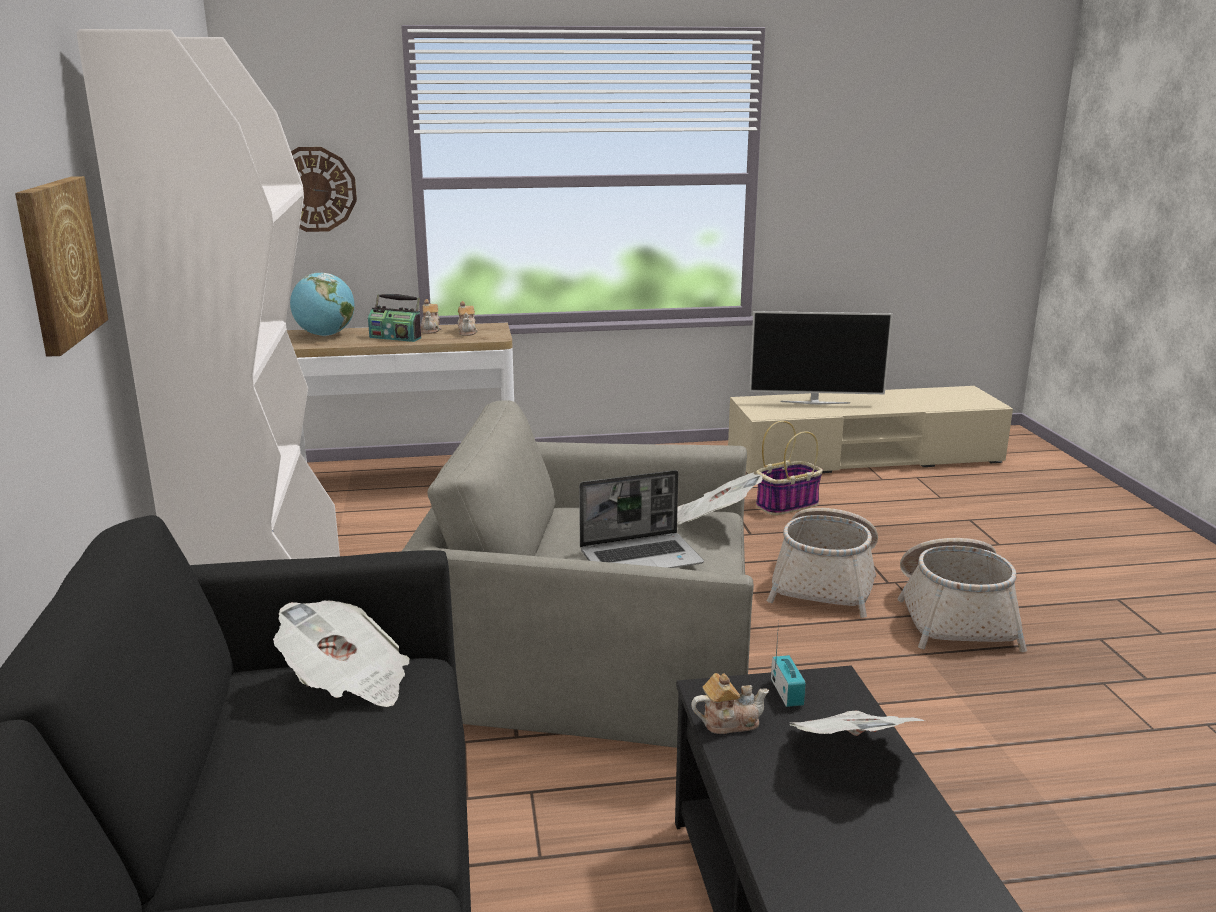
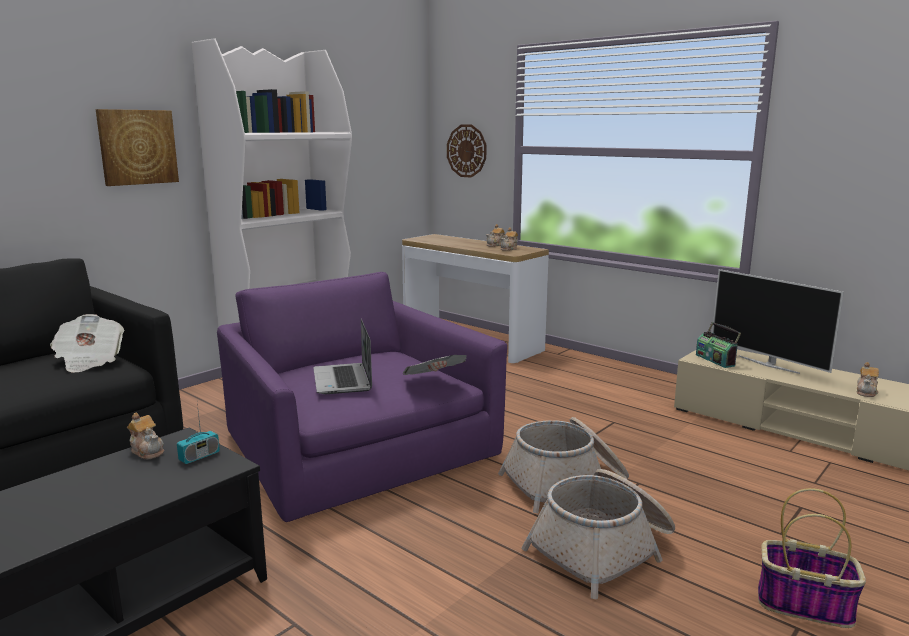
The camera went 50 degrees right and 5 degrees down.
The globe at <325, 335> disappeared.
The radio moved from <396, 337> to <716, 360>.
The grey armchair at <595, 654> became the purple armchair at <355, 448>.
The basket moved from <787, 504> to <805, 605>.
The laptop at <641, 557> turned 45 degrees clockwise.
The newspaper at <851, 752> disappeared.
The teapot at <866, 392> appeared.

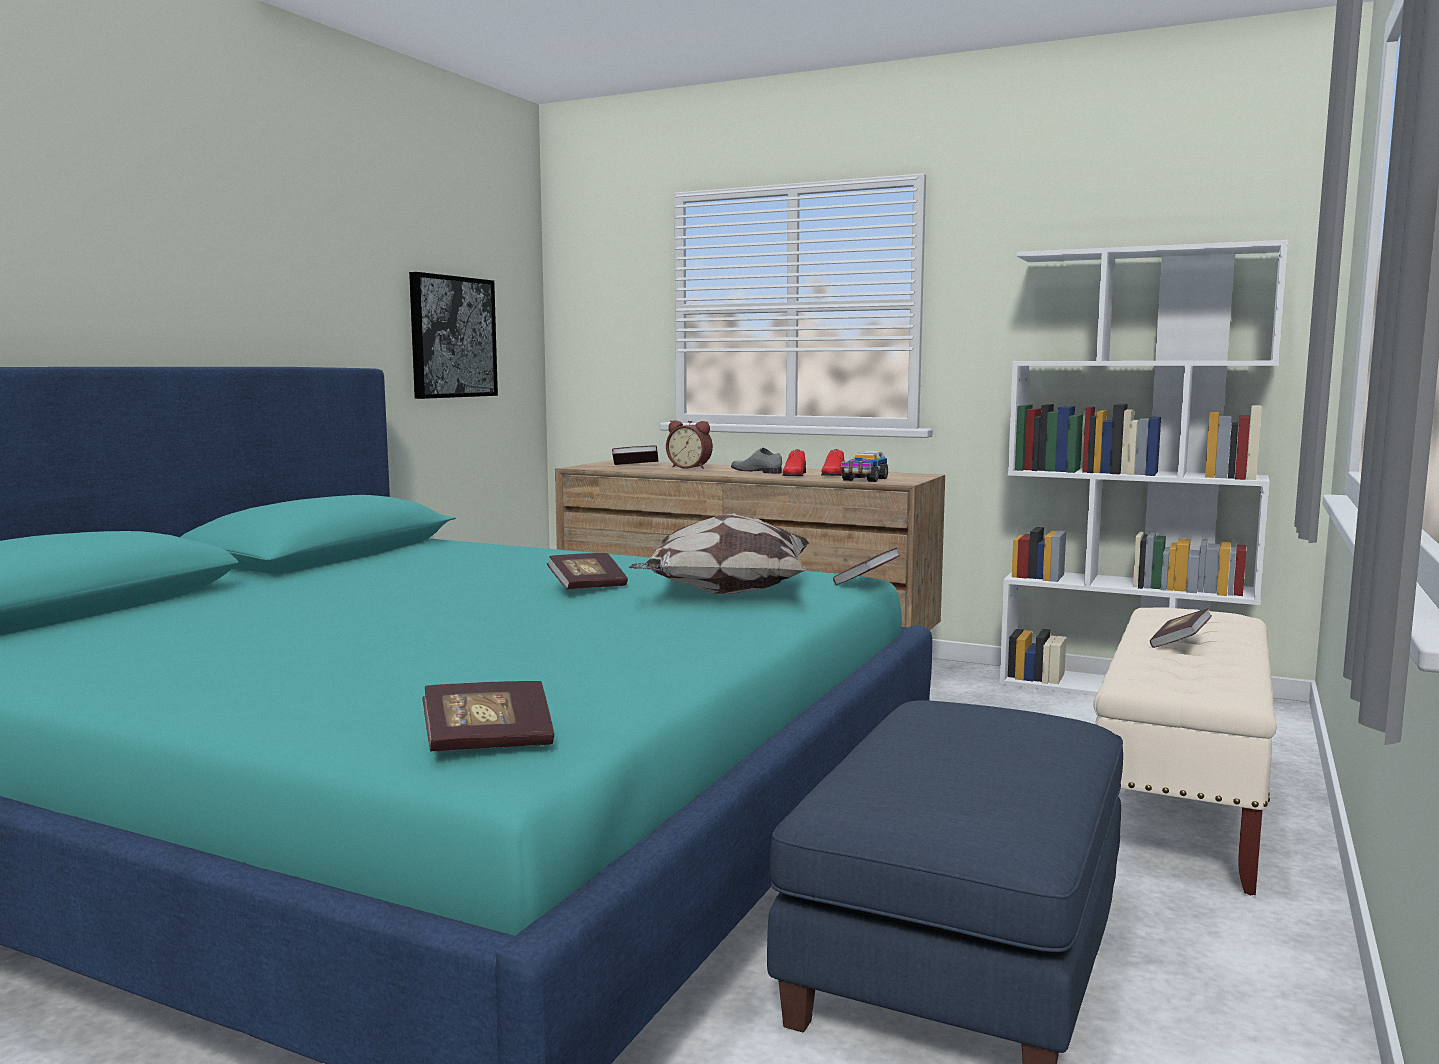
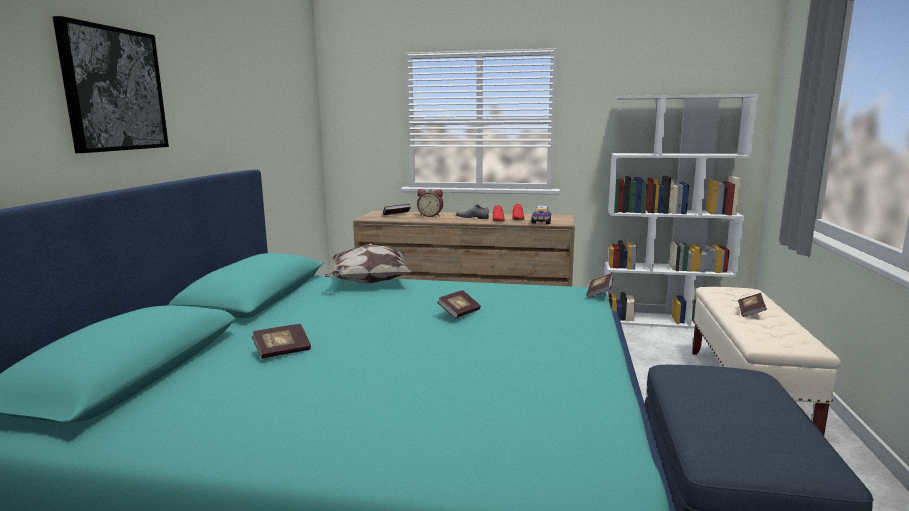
The camera went 15 degrees left and 5 degrees up.
The picture moved from <452, 337> to <114, 89>.
The pillow moved from <724, 593> to <368, 282>.
The book moved from <488, 742> to <282, 351>.

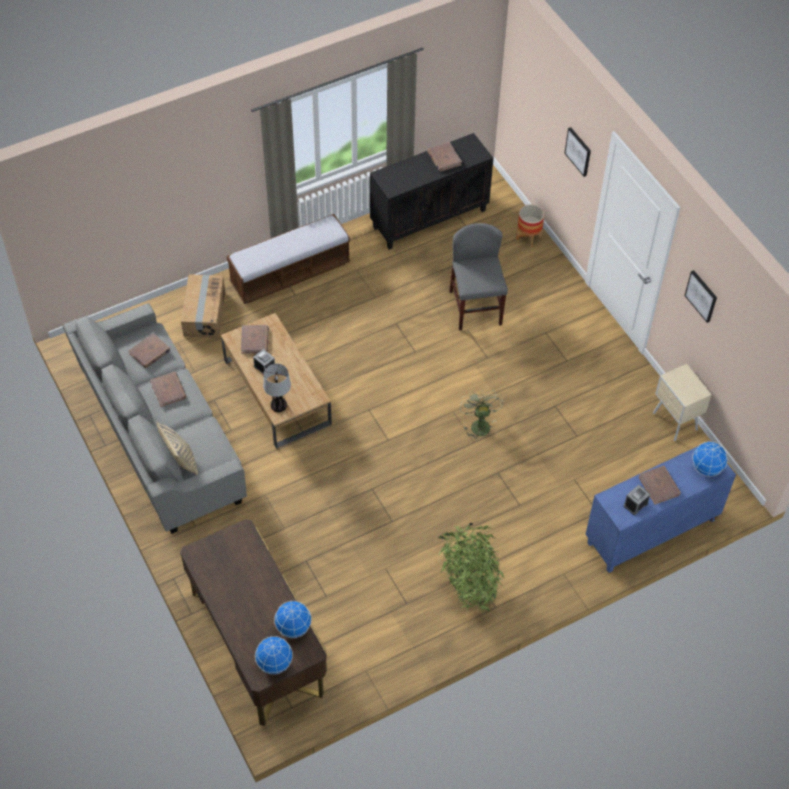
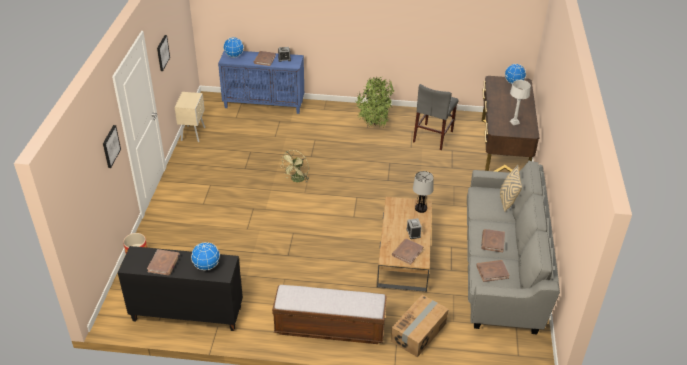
The camera went 145 degrees left and 15 degrees down.
The grey chair moved from <475, 308> to <433, 136>.
The globe moved from <293, 628> to <207, 266>.
The grey table lamp at <514, 122> appeared.

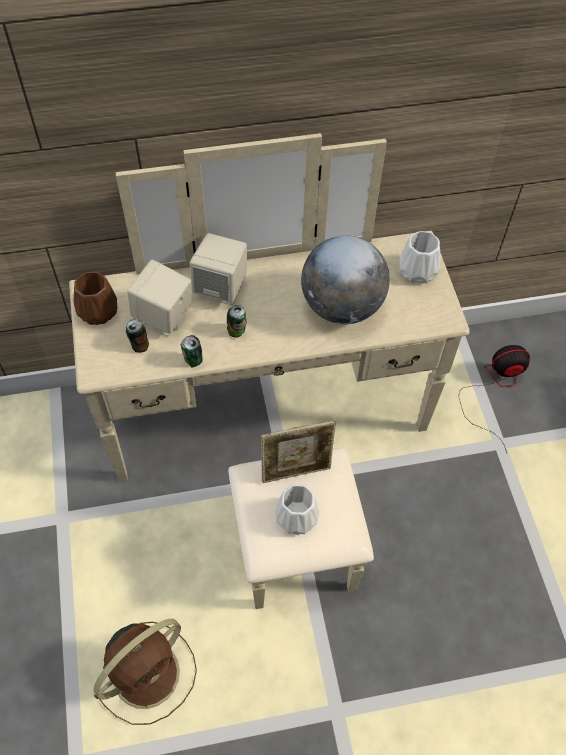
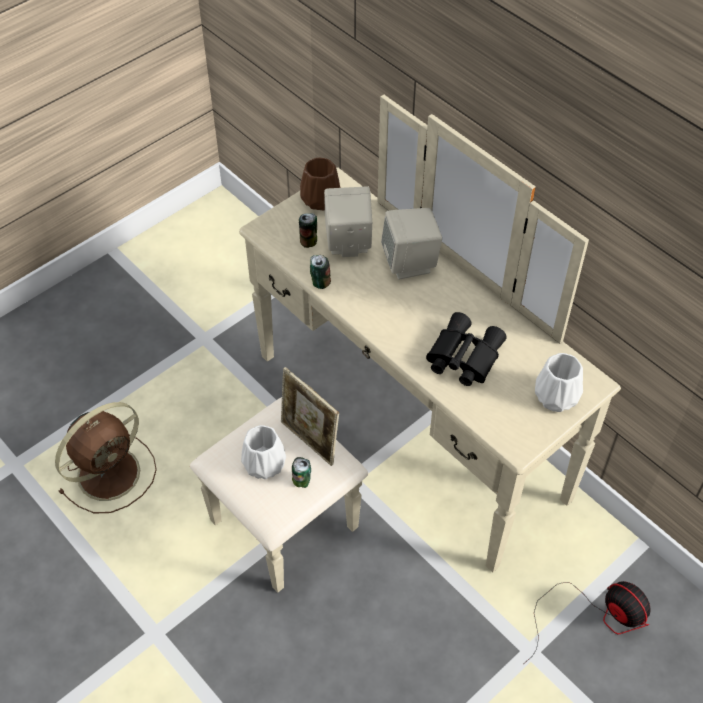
The camera went 60 degrees right and 5 degrees down.
The globe at <341, 306> was replaced by the black binoculars at <462, 356>.
The can moved from <237, 331> to <301, 482>.
The brown fan at <149, 671> turned 60 degrees counterclockwise.

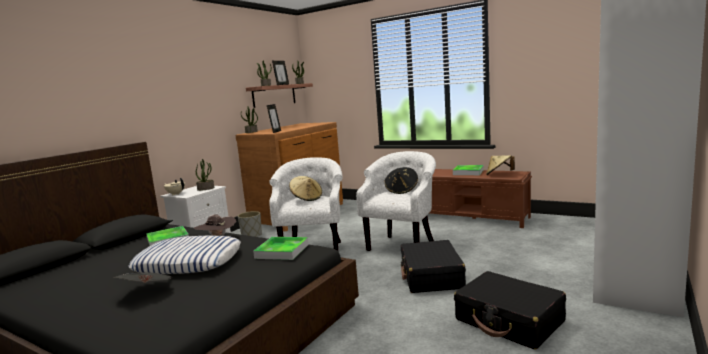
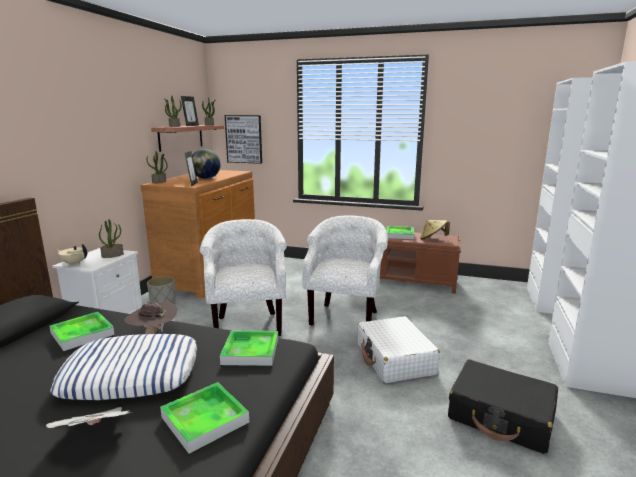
The camera went 15 degrees left and 5 degrees up.
The black hat at <402, 190> disappeared.
The beige hat at <306, 198> disappeared.
The black suitcase at <431, 276> became the white suitcase at <395, 359>.
The picture at <244, 139> appeared.
The globe at <206, 178> appeared.
The tray at <205, 419> appeared.

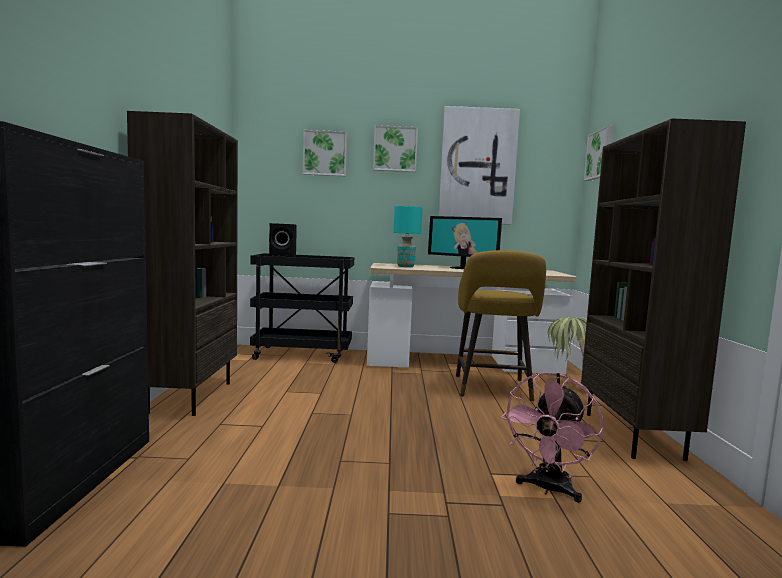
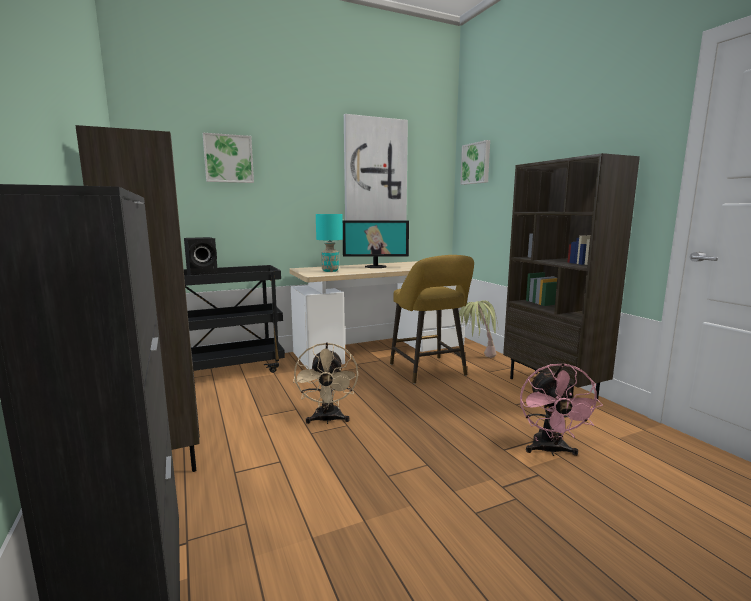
The camera went 25 degrees left and 5 degrees up.
The picture at <395, 149> disappeared.
The beige fan at <327, 420> appeared.

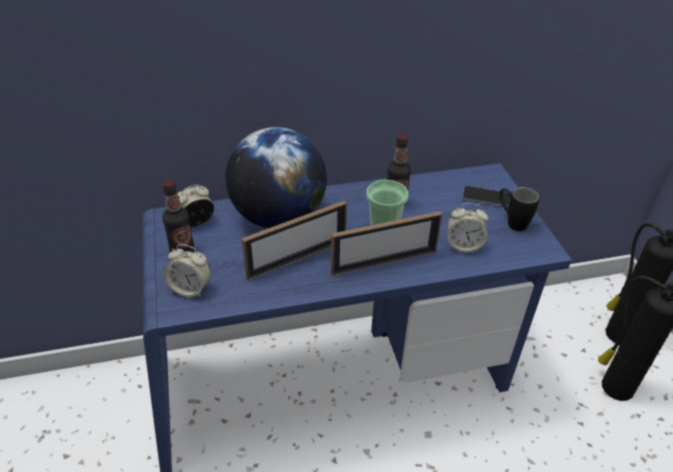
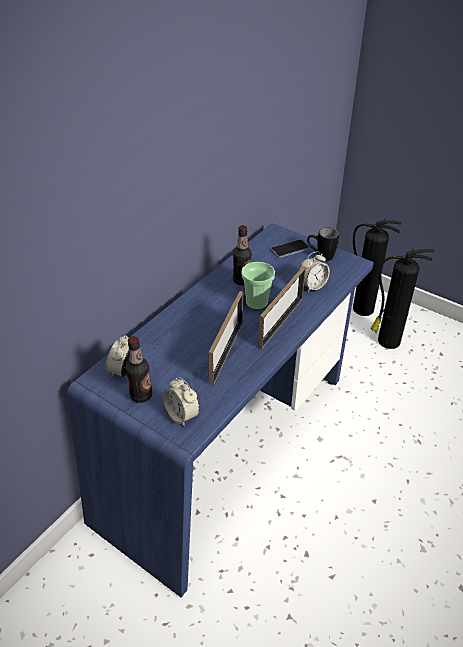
The camera went 40 degrees left and 0 degrees up.
The globe at <278, 217> disappeared.
The alarm clock at <191, 289> turned 75 degrees clockwise.

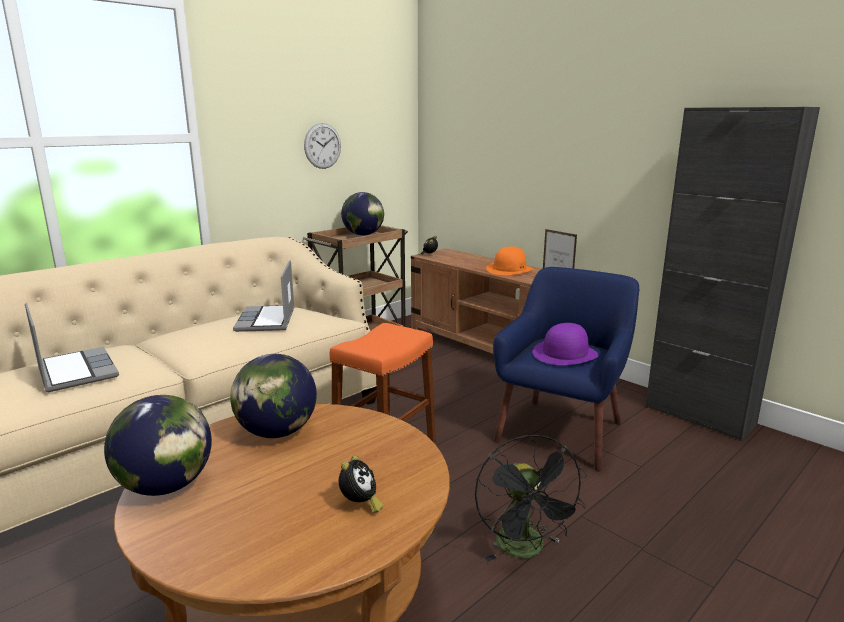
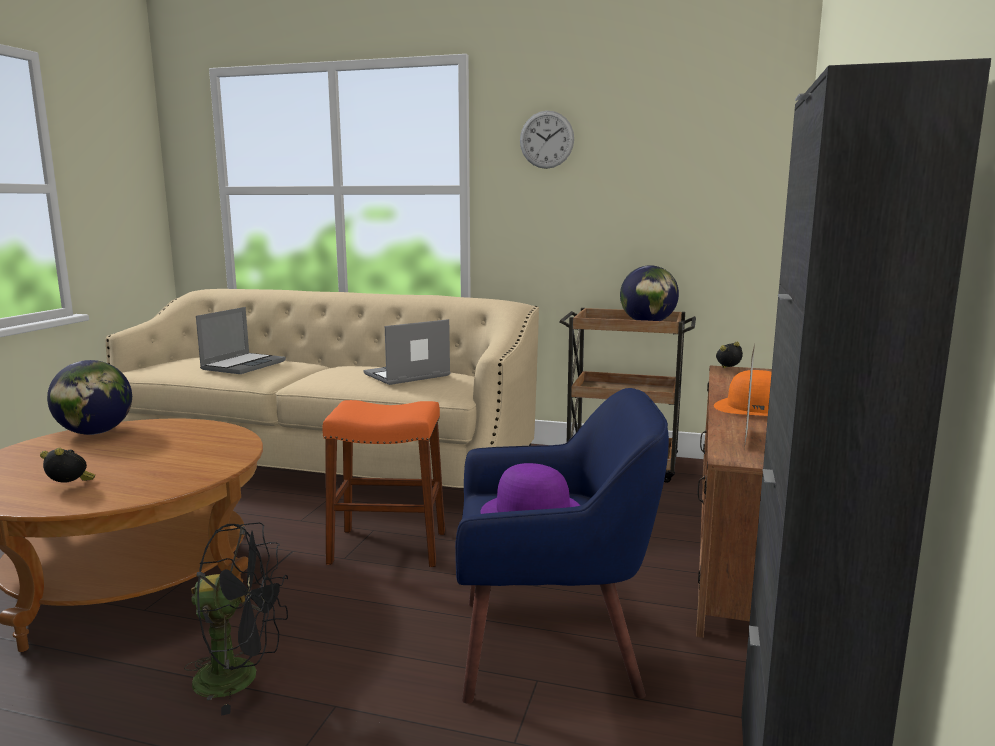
The camera went 60 degrees right and 5 degrees down.
The wall clock moved from <322, 146> to <546, 139>.
The globe at <277, 432> disappeared.
The black fan at <526, 550> turned 135 degrees counterclockwise.
The alarm clock at <360, 505> turned 150 degrees counterclockwise.

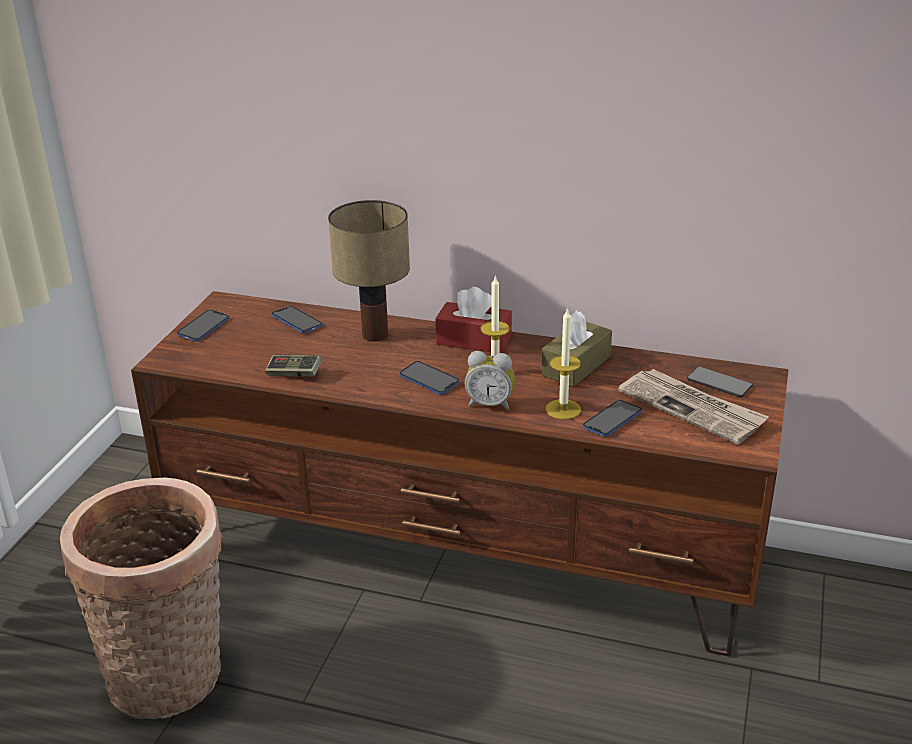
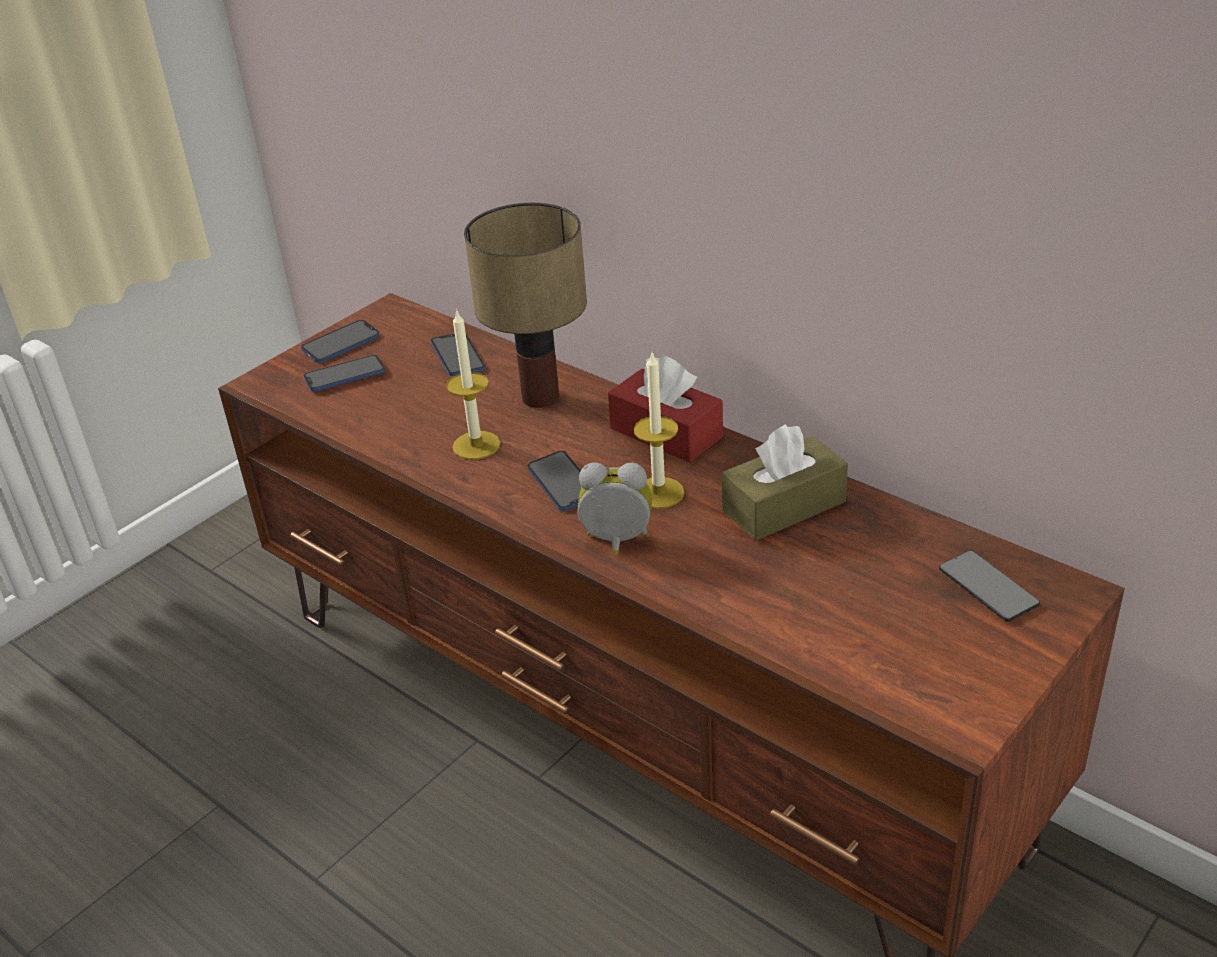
The camera went 25 degrees right and 5 degrees up.
The candle moved from <563, 409> to <476, 445>.
The alarm clock at <490, 404> turned 150 degrees clockwise.
The game controller at <294, 374> disappeared.
The newspaper at <692, 408> disappeared.
The phone moved from <612, 420> to <345, 375>.
The basket at <172, 679> disappeared.

